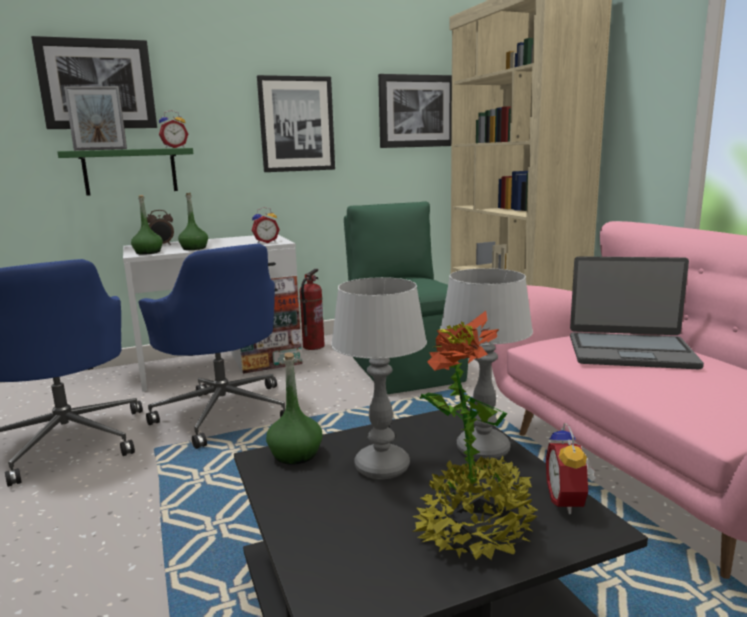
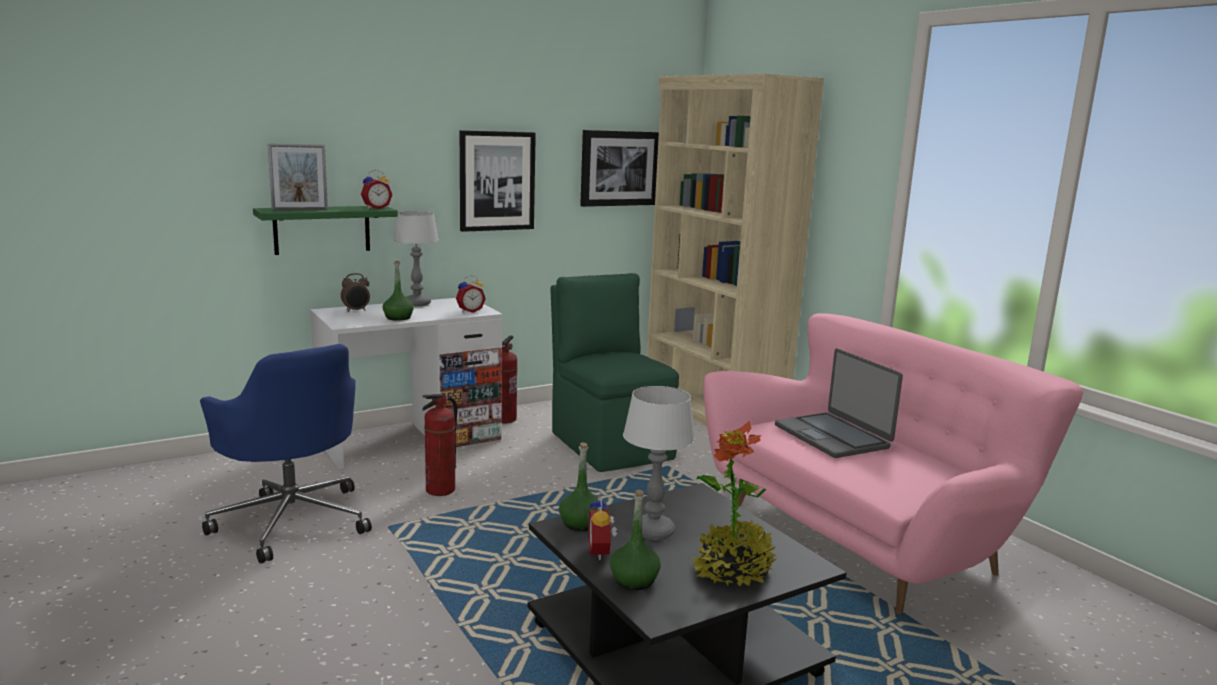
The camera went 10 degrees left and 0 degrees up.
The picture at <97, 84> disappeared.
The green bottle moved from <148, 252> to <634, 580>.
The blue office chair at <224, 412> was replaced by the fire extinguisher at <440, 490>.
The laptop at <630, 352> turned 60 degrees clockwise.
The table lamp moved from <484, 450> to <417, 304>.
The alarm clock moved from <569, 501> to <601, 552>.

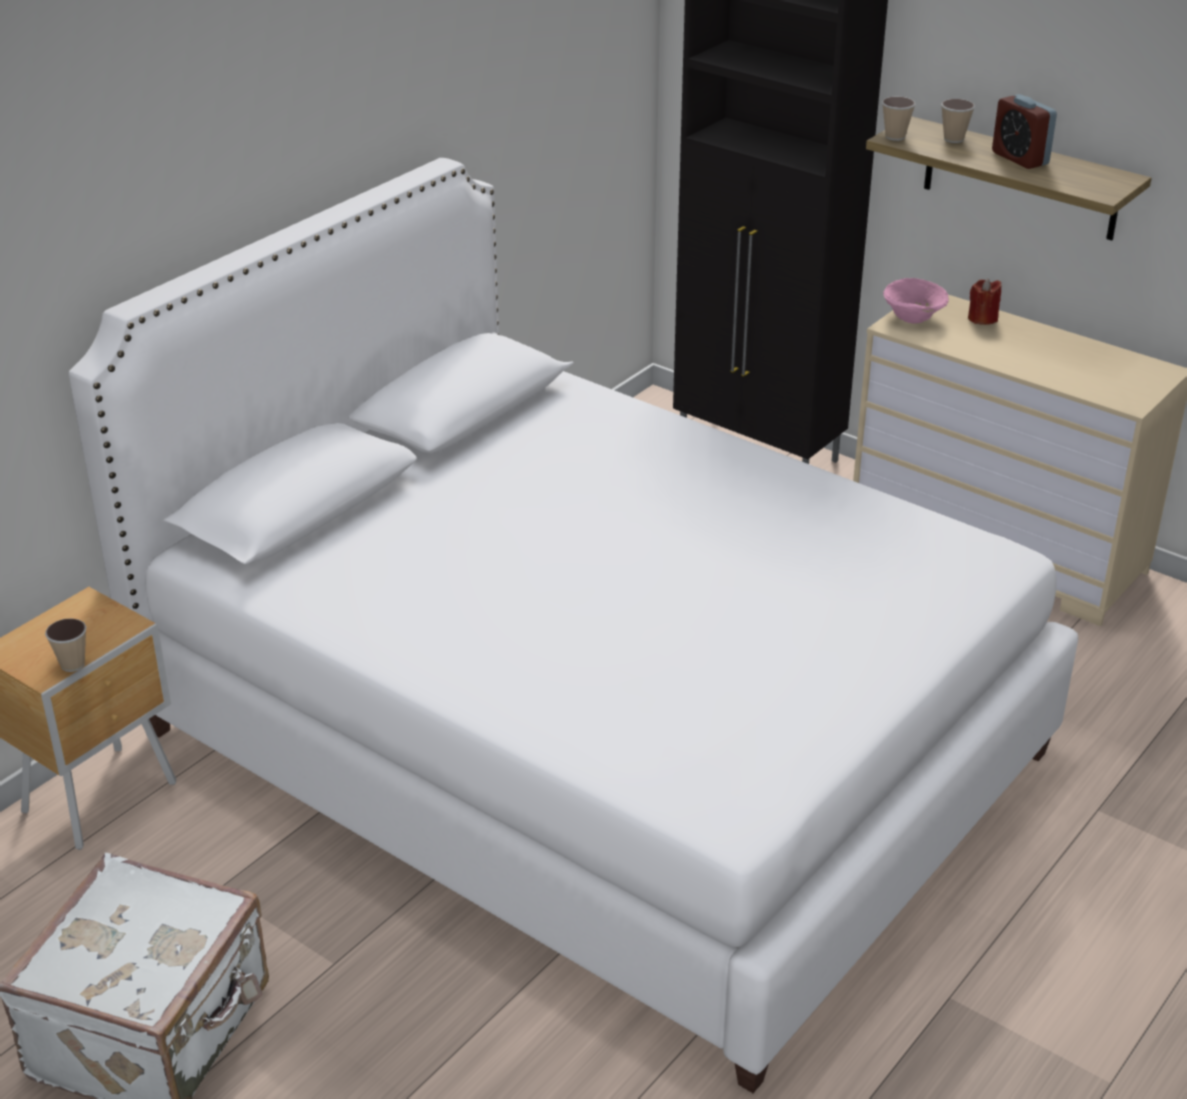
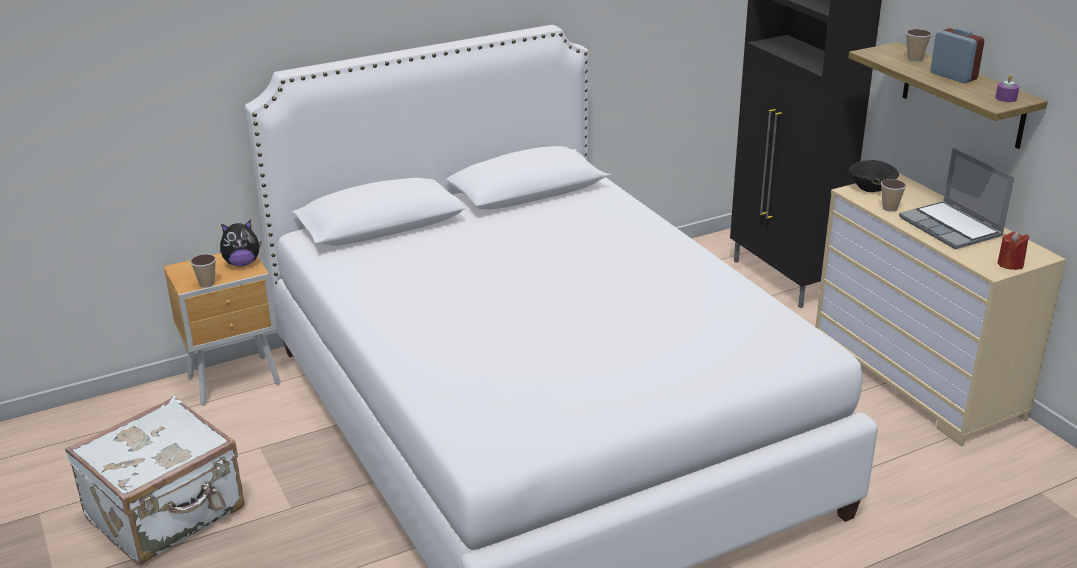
The camera went 25 degrees right and 5 degrees down.
The alarm clock at <1020, 158> turned 150 degrees clockwise.
The cup moved from <895, 137> to <889, 208>.
The pink bowl at <914, 317> became the black bowl at <872, 188>.
The red candle moved from <982, 318> to <1010, 264>.
The purple candle at <1006, 98> appeared.
The laptop at <952, 227> appeared.
The plush toy at <242, 263> appeared.

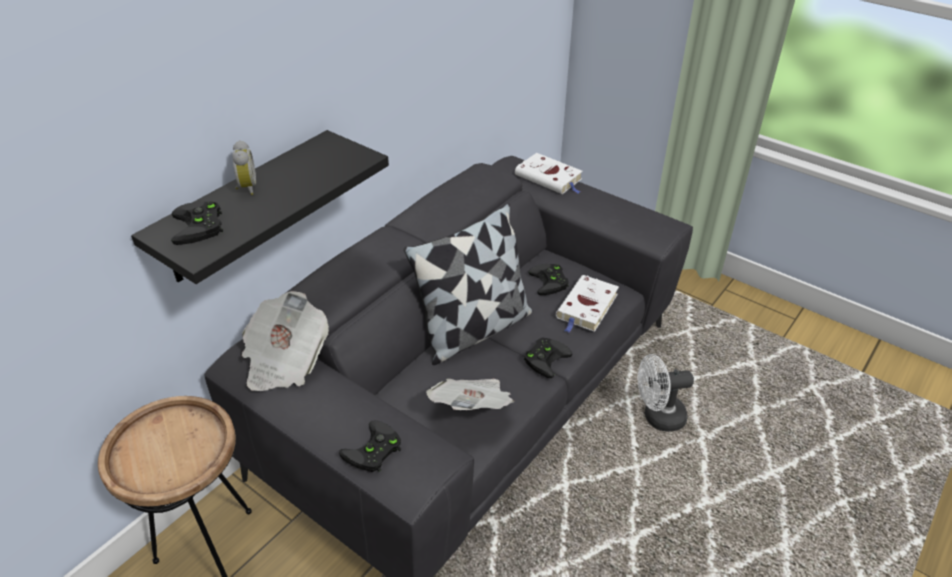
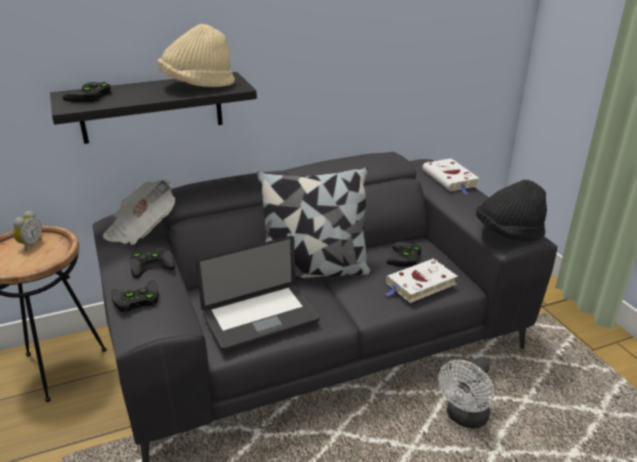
The camera went 30 degrees right and 10 degrees down.
The alarm clock moved from <246, 188> to <30, 244>.
The black game controller moved from <545, 357> to <152, 264>.
The white fan at <657, 417> turned 75 degrees counterclockwise.
The newspaper at <472, 408> was replaced by the laptop at <260, 318>.
The beige hat at <198, 85> appeared.
The black hat at <508, 233> appeared.

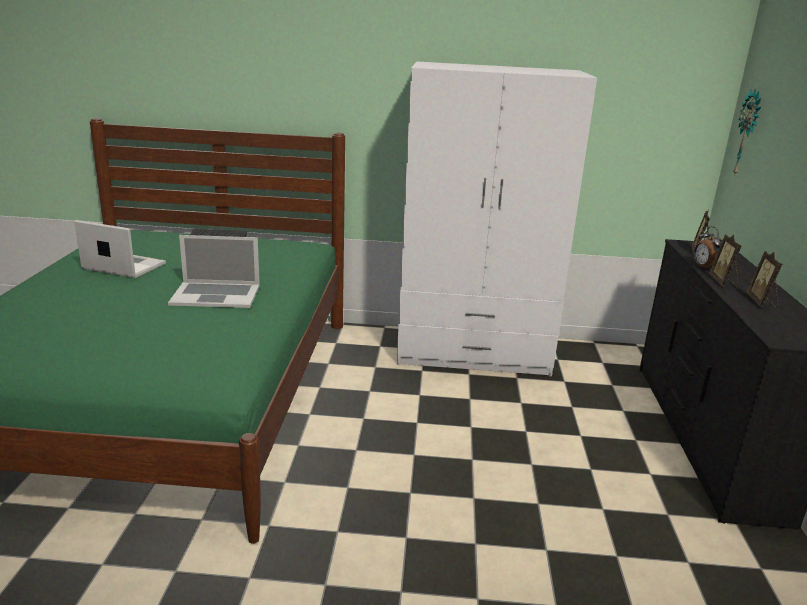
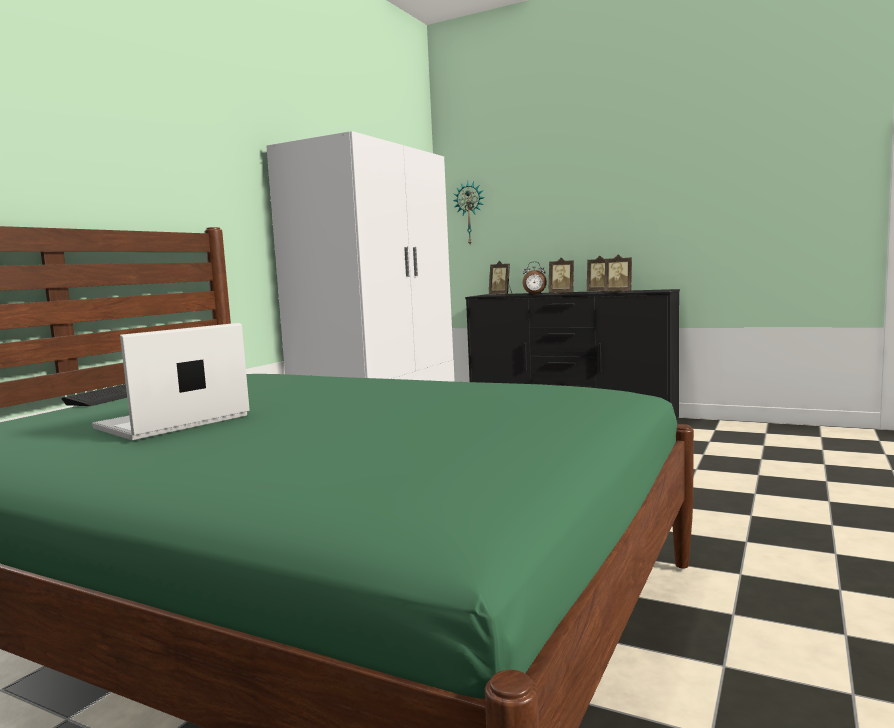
The camera went 65 degrees left and 15 degrees down.
The laptop at <216, 295> disappeared.
The picture frame at <619, 292> appeared.

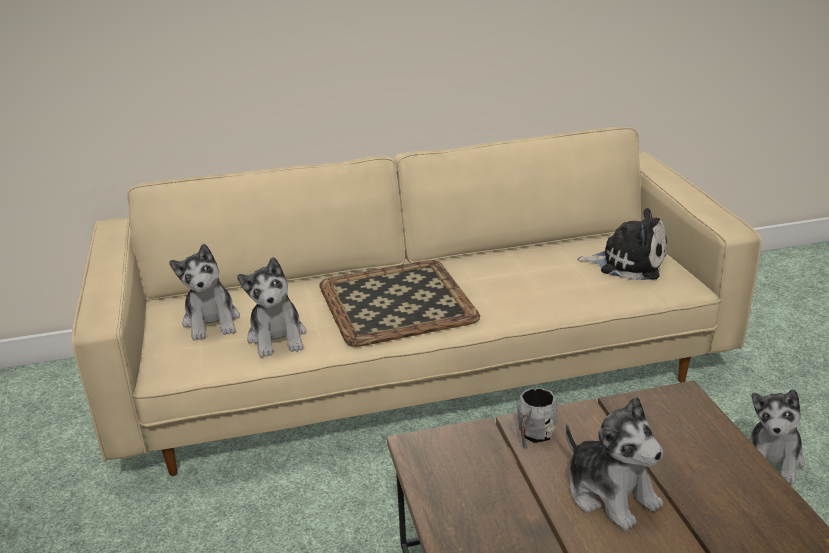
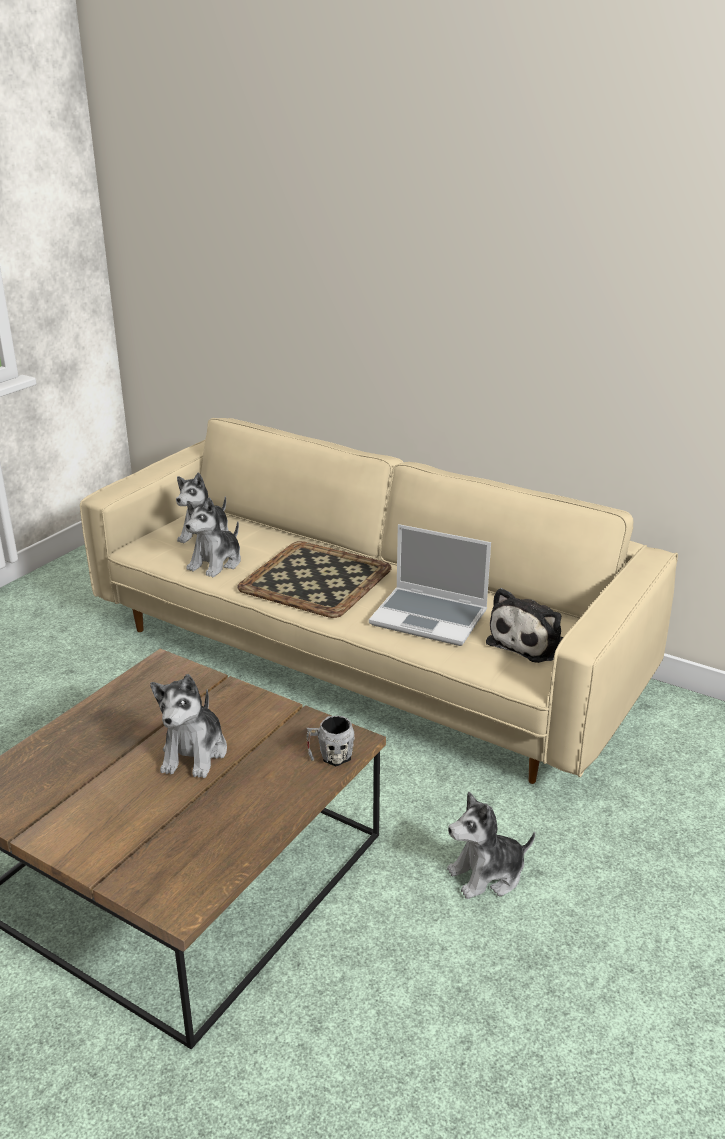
The camera went 45 degrees right and 0 degrees up.
The plush toy at <628, 263> turned 60 degrees clockwise.
The grey mug moved from <533, 436> to <330, 757>.
The laptop at <430, 618> appeared.

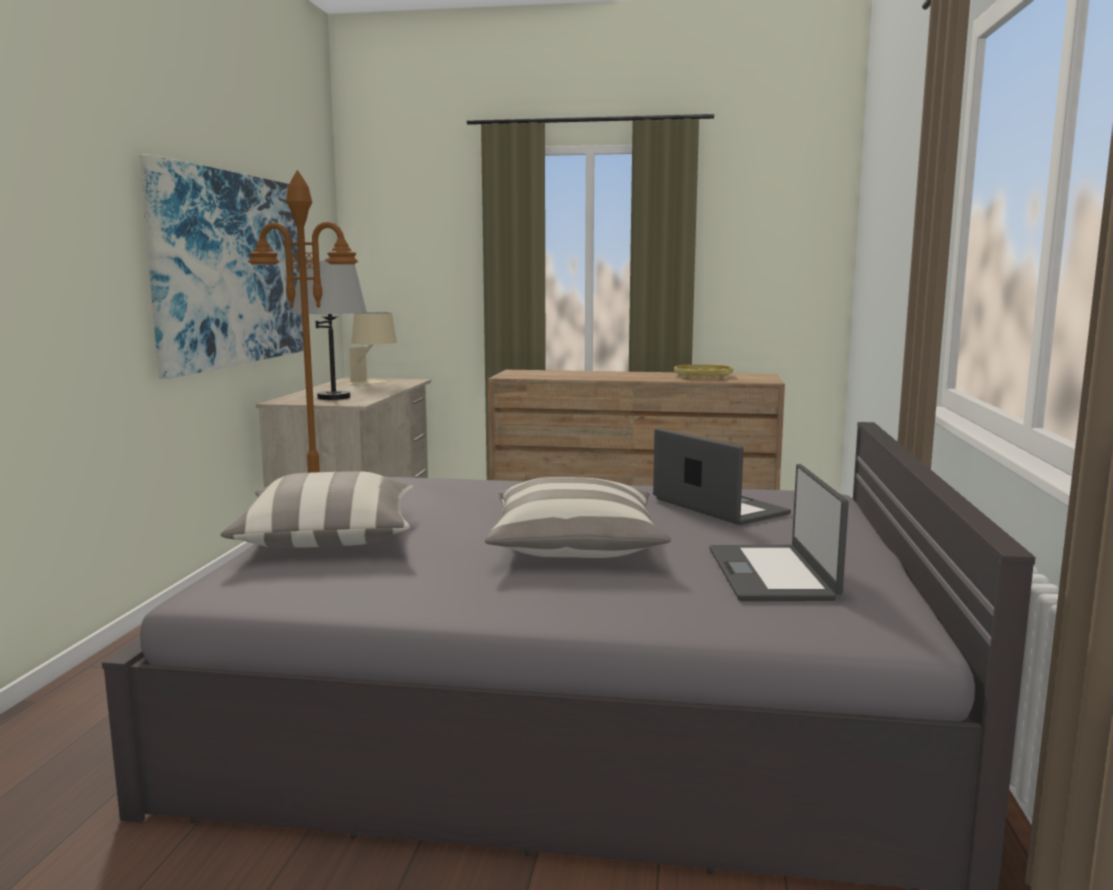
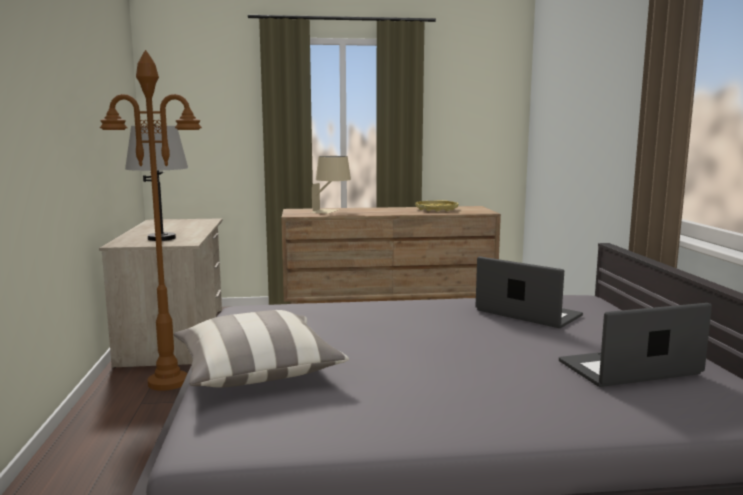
The camera went 15 degrees left and 0 degrees up.
The picture at <231, 269> disappeared.
The beige table lamp moved from <373, 383> to <331, 211>.
The laptop at <773, 574> turned 90 degrees clockwise.
The pillow at <575, 546> disappeared.

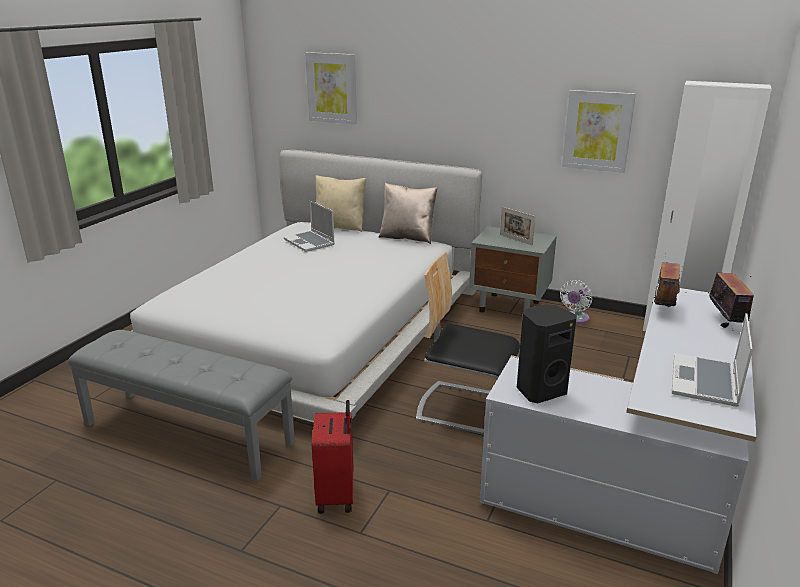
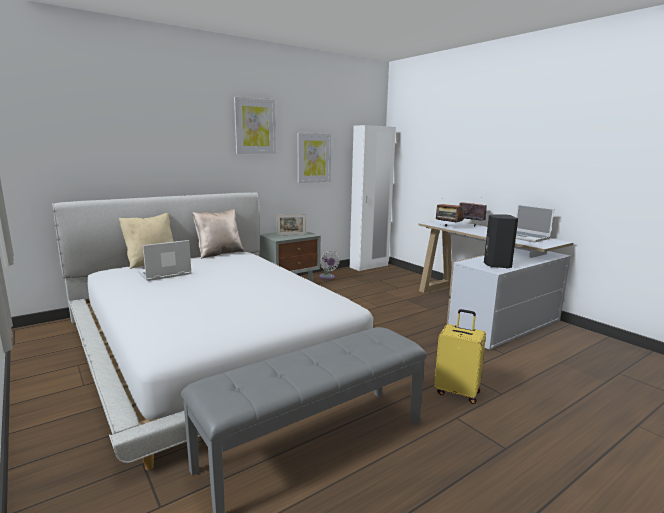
The camera went 60 degrees left and 10 degrees down.
The picture moved from <332, 88> to <255, 126>.
The laptop at <310, 242> turned 150 degrees clockwise.
The chair at <465, 408> disappeared.
The red suitcase at <337, 496> became the yellow suitcase at <457, 392>.

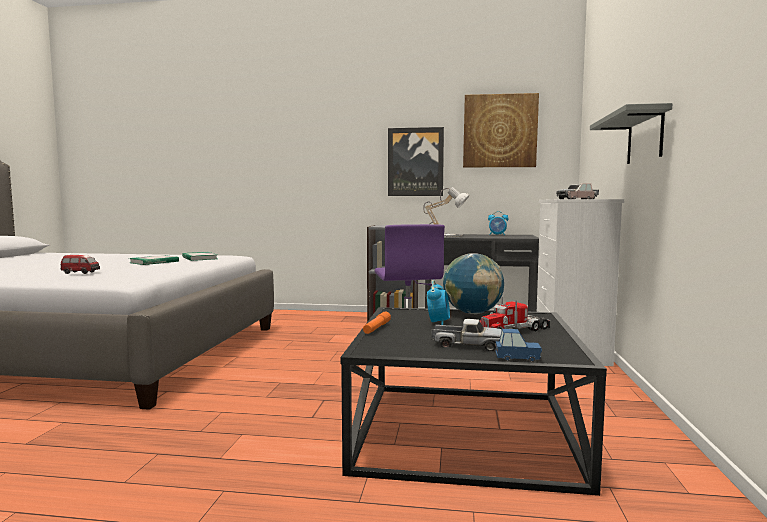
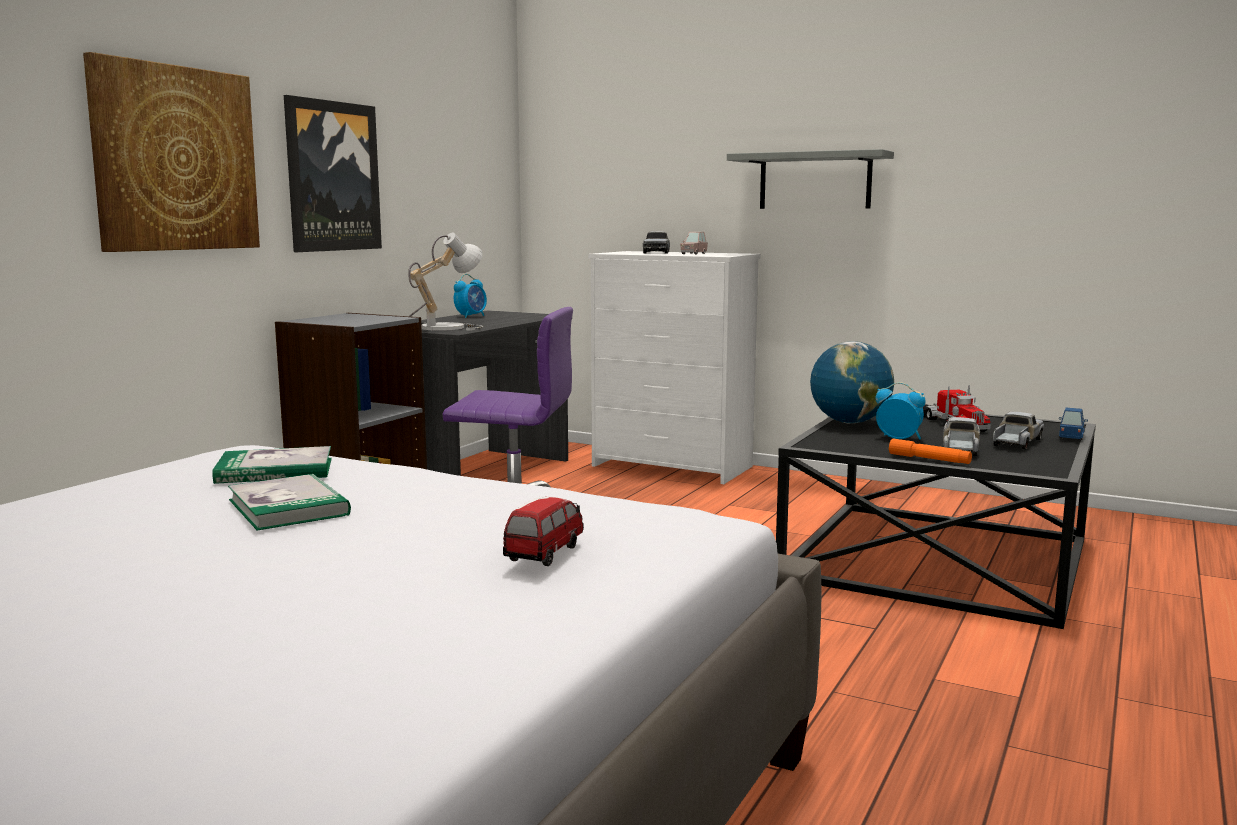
The camera went 70 degrees left and 5 degrees up.
The picture moved from <500, 131> to <175, 159>.
The toy truck at <960, 449> appeared.

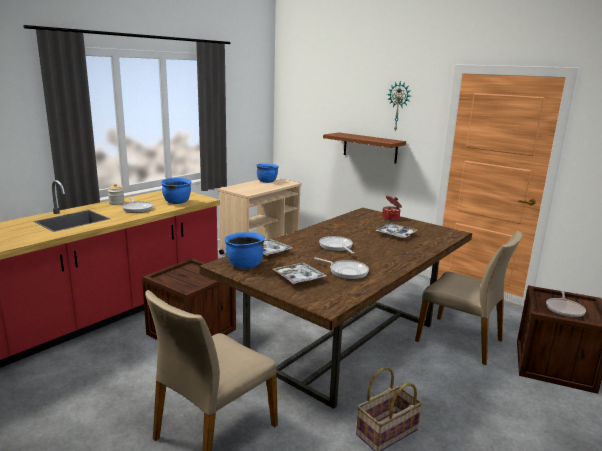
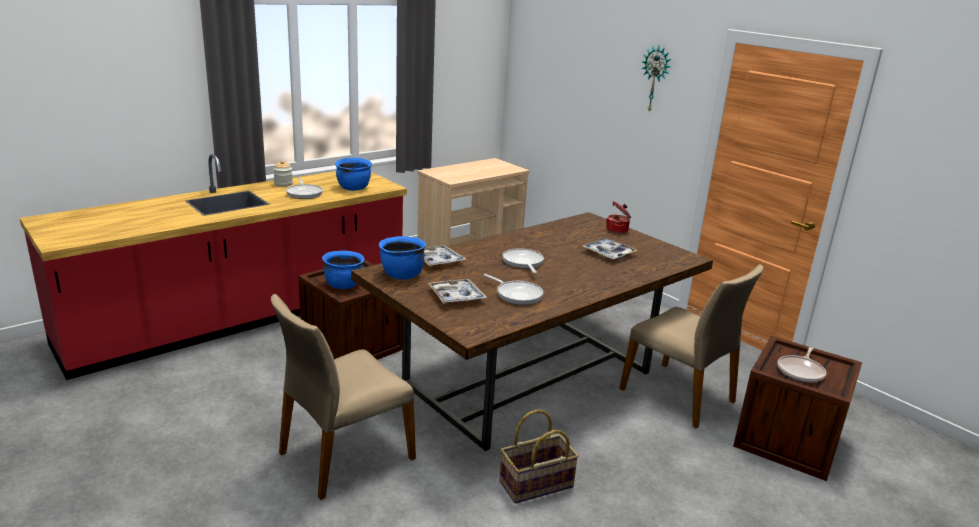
The camera went 10 degrees right and 5 degrees up.
The brown shelf at <370, 147> disappeared.
The blue cooking pot moved from <267, 181> to <343, 285>.

